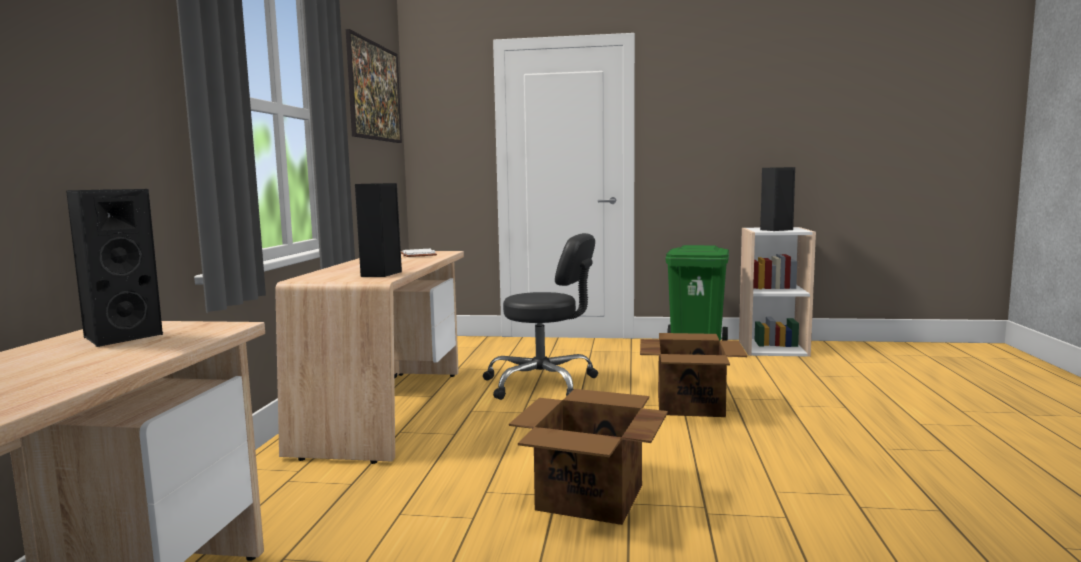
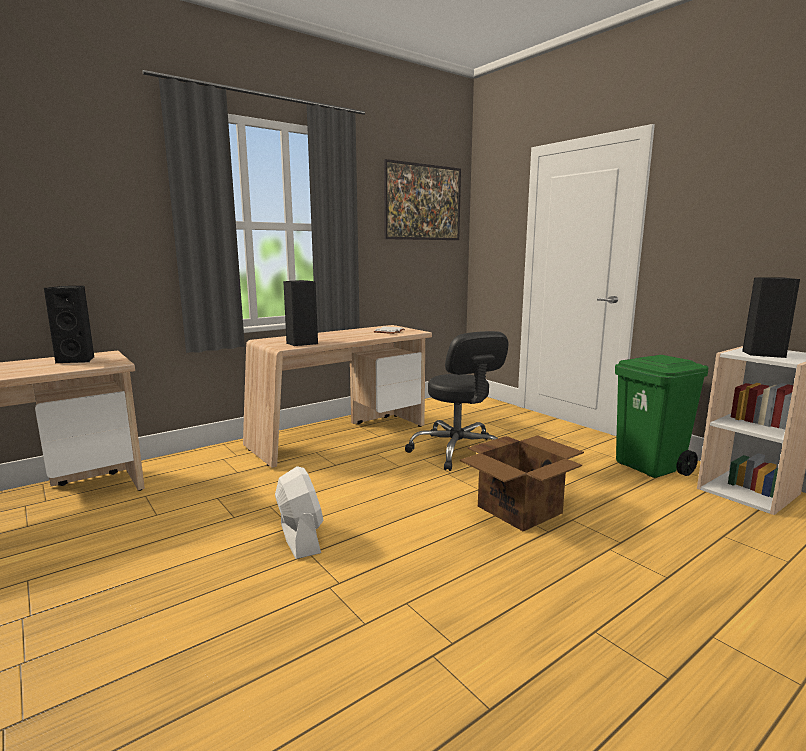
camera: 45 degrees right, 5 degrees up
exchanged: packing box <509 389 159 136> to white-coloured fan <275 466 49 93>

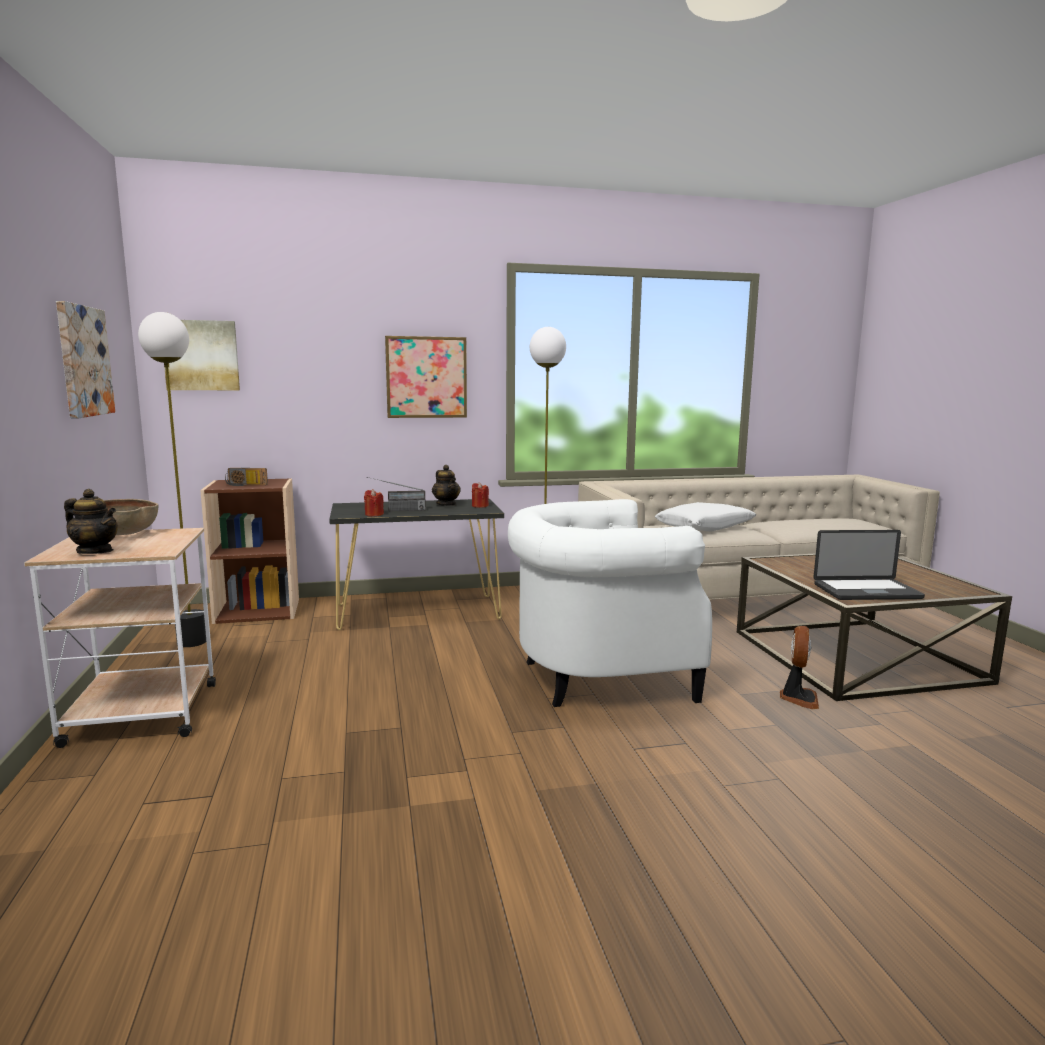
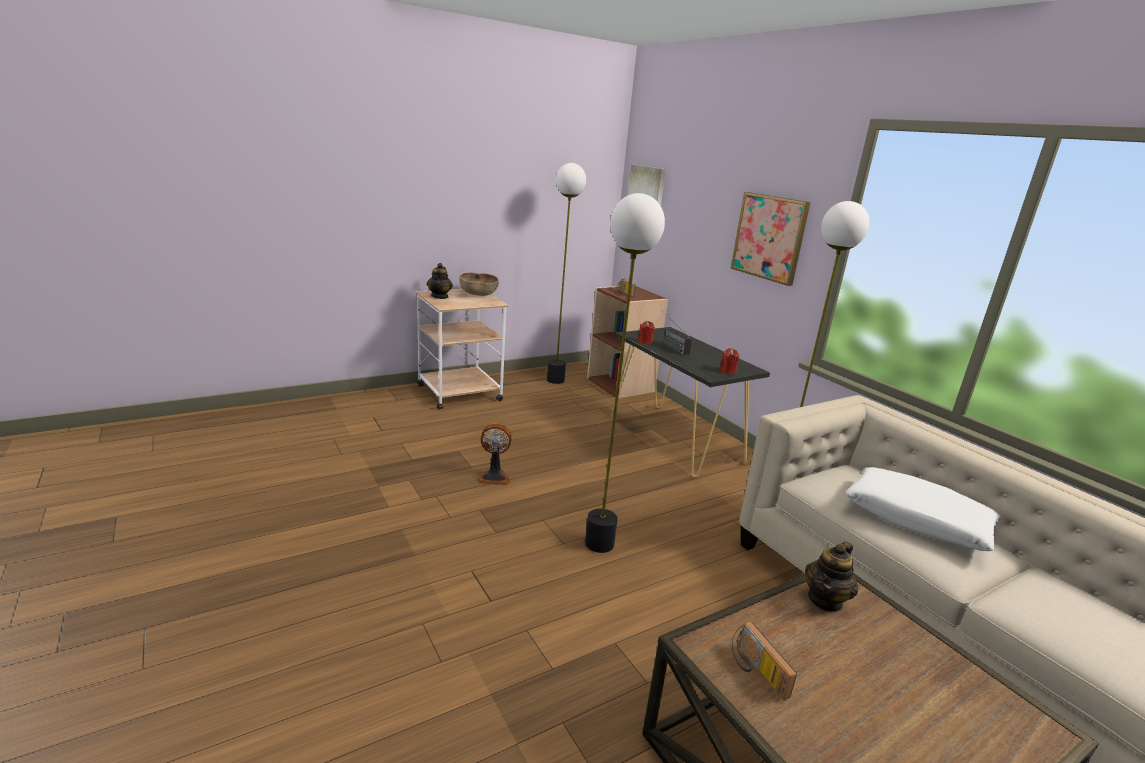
camera: 70 degrees right, 10 degrees up
missing: wall picture <56 301 59 117>
relocated: fan <780 626 39 83> to <477 424 35 61>; pot for tea <432 465 29 41> to <805 542 53 71>
exchanged: white-coloured easy chair <508 499 204 208> to floor lamp <585 193 80 360>; portable computer <813 530 112 70> to radio <732 621 65 79>

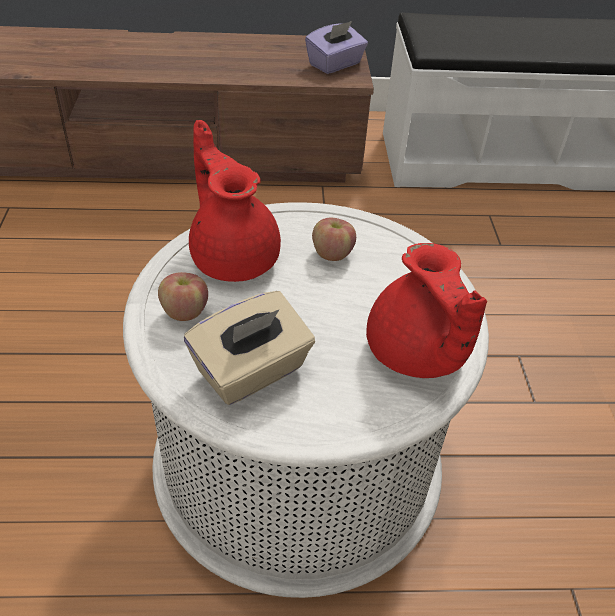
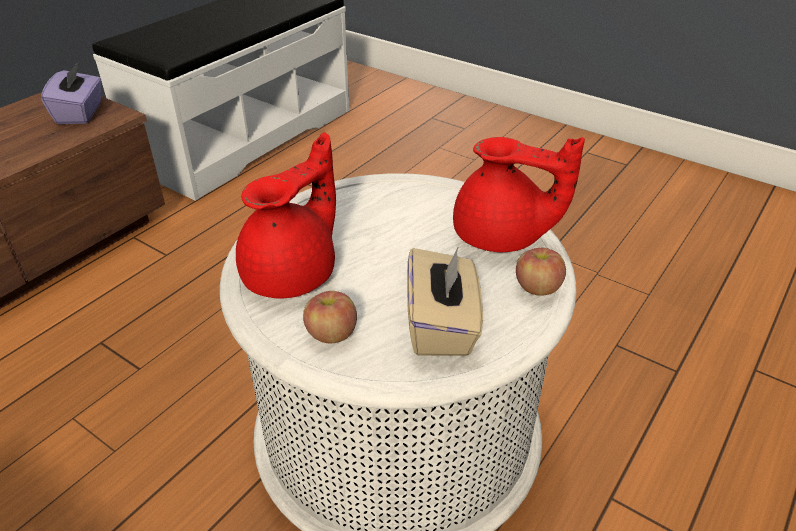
camera: 50 degrees left, 5 degrees down
relocated: whole apple <312 217 44 44> to <516 248 50 48>
spun: red-coloured pot for tea <189 120 92 162> = <236 132 100 166> 120 degrees clockwise

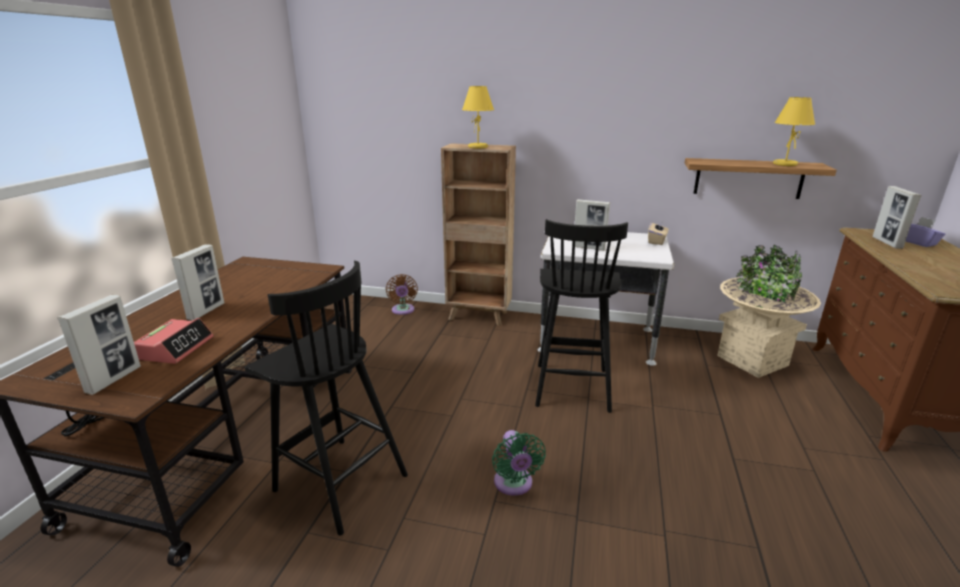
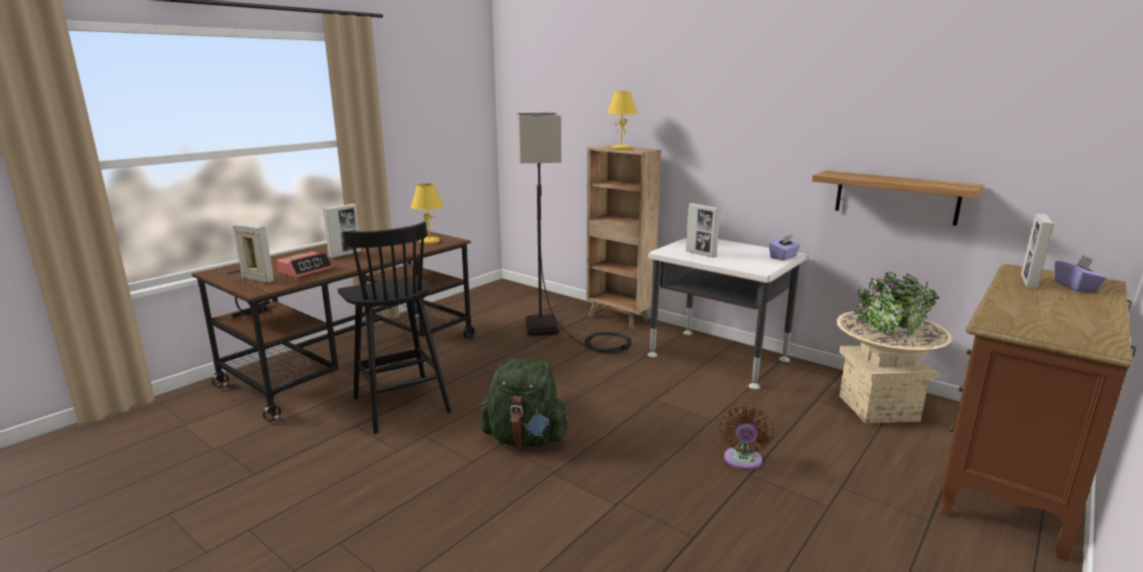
camera: 25 degrees right, 5 degrees down
missing: black sitting stool <535 219 93 194>
appeared: floor lamp <517 113 115 241>
relocated: yellow tabletop lamp <773 97 42 69> to <411 183 32 61>; brown fan <386 274 32 41> to <720 405 54 65>
exchanged: greenish fan <492 430 54 66> to greenish knapsack <480 358 90 89>
colour: beige tissue holder <648 221 21 24> to purple tissue holder <769 235 31 26>
spun: picture frame <57 295 84 100> = <232 223 42 60> 105 degrees counterclockwise

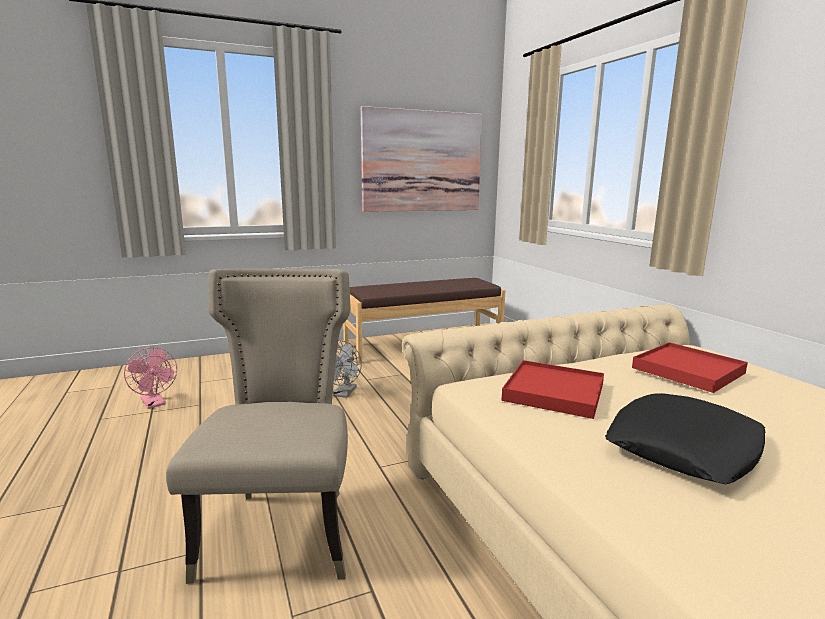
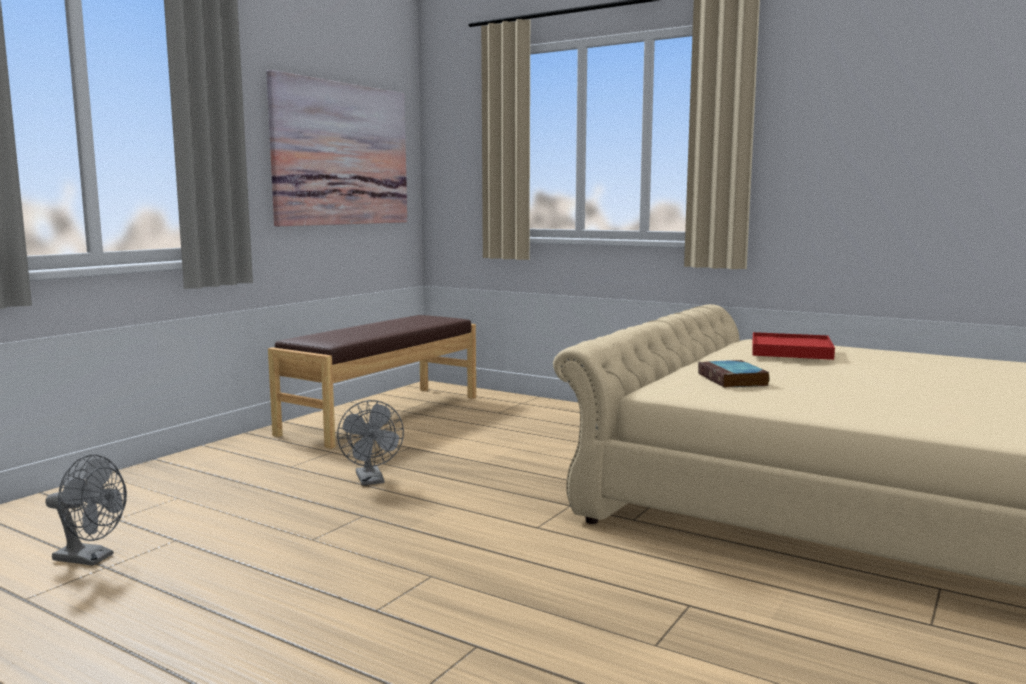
camera: 35 degrees left, 5 degrees down
missing: beige plain chair <166 269 185 315>; black cushion <605 393 160 91>
exchanged: red-coloured serving tray <501 360 103 59> to book <698 360 72 28>
colour: pink fan <124 347 53 62> to gray fan <45 455 82 111>

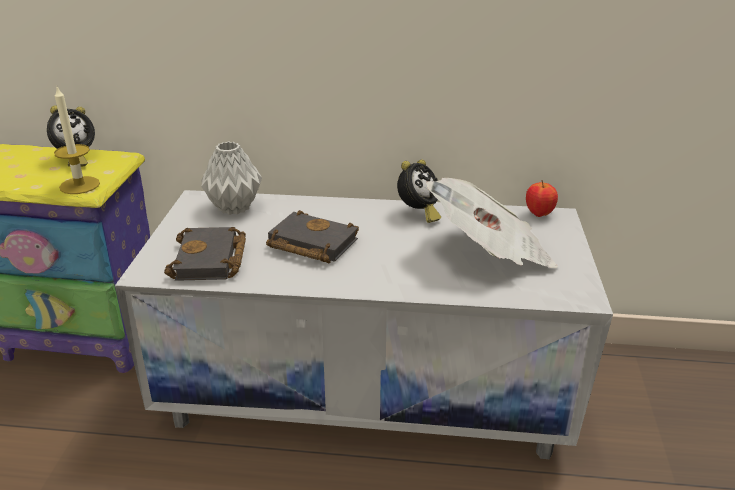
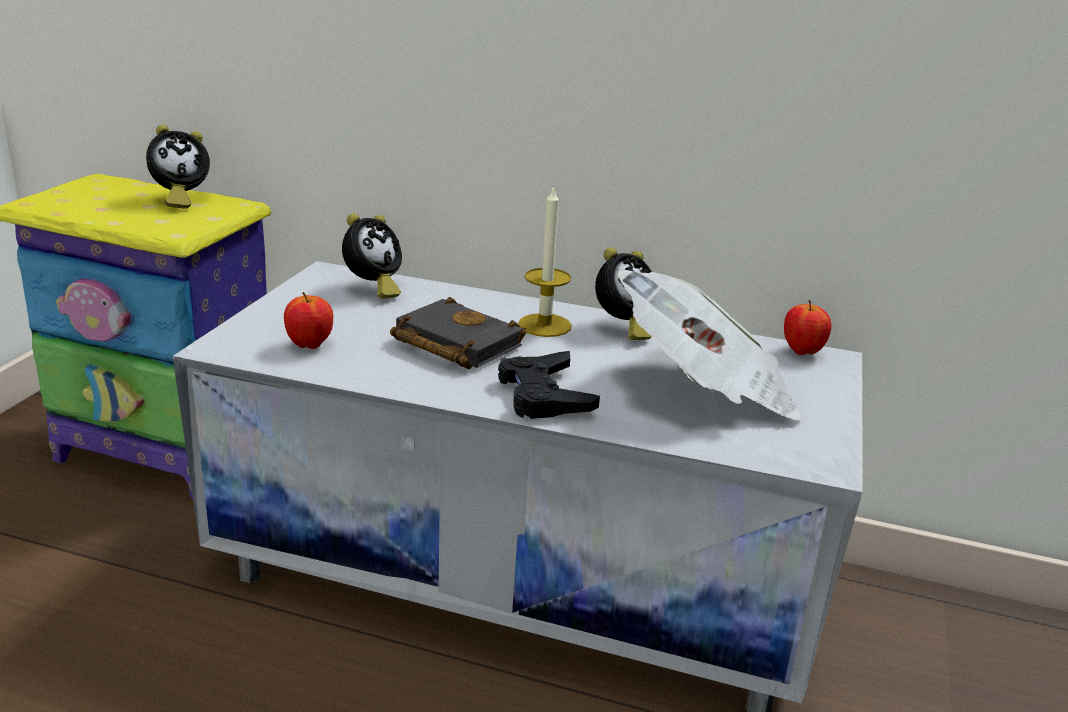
camera: 10 degrees right, 5 degrees down
appeared: black game controller <498 351 102 68>
relocated: wax light <54 87 46 107> to <518 185 54 152>
exchanged: black book <164 227 82 54> to whole apple <284 292 49 57>; gray vase <201 141 61 74> to alarm clock <342 213 60 85>

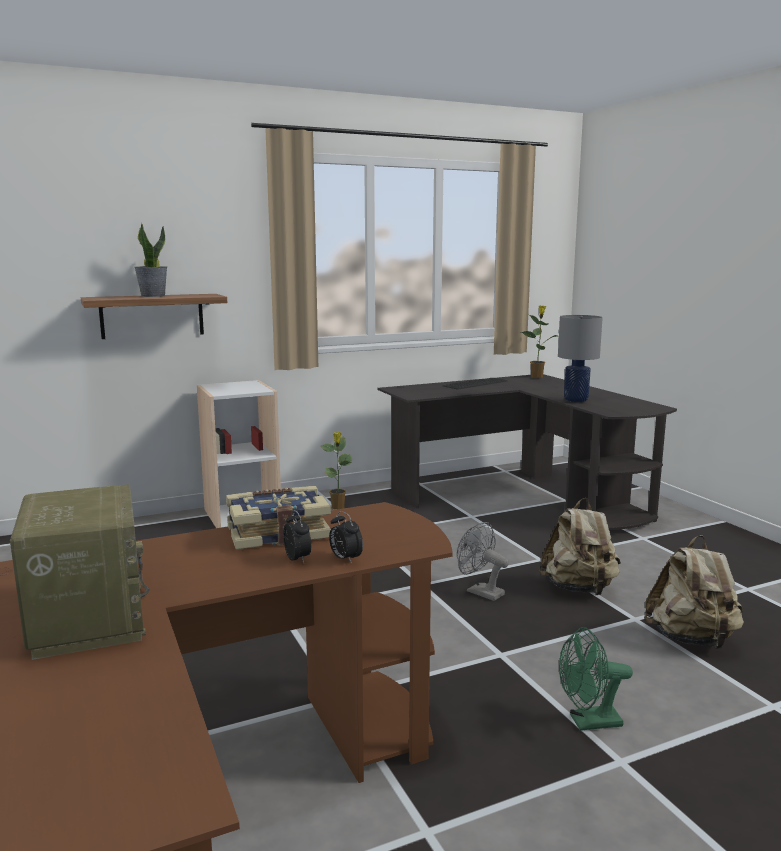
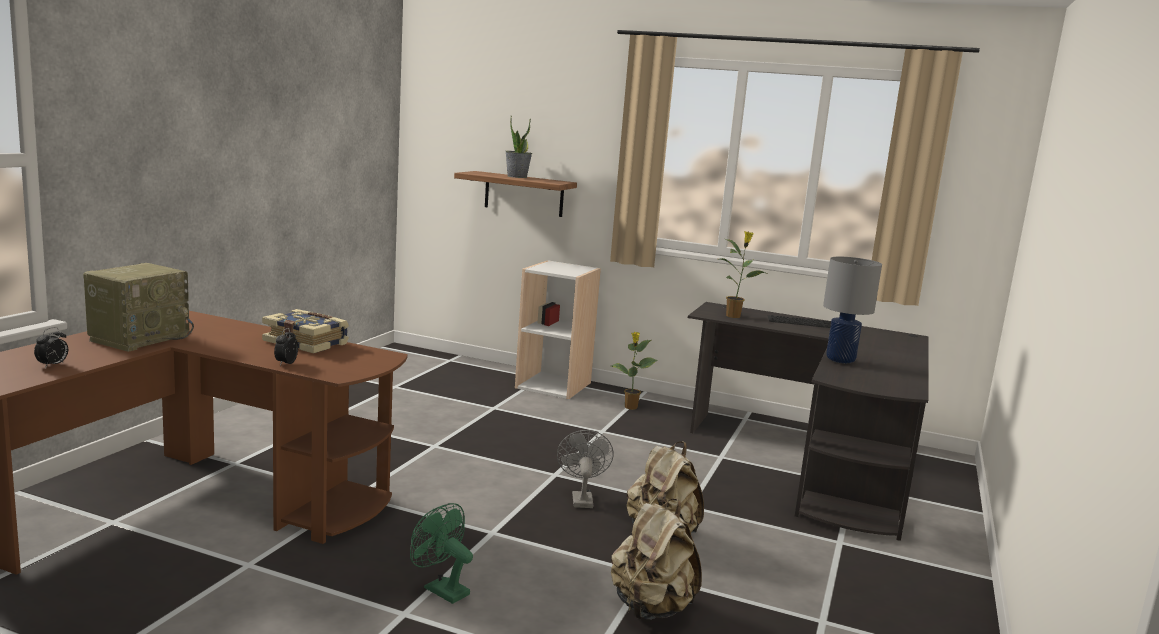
camera: 45 degrees right, 0 degrees up
relocated: alarm clock <283 510 28 53> to <34 327 34 41>; potted plant <520 305 38 73> to <719 231 46 87>

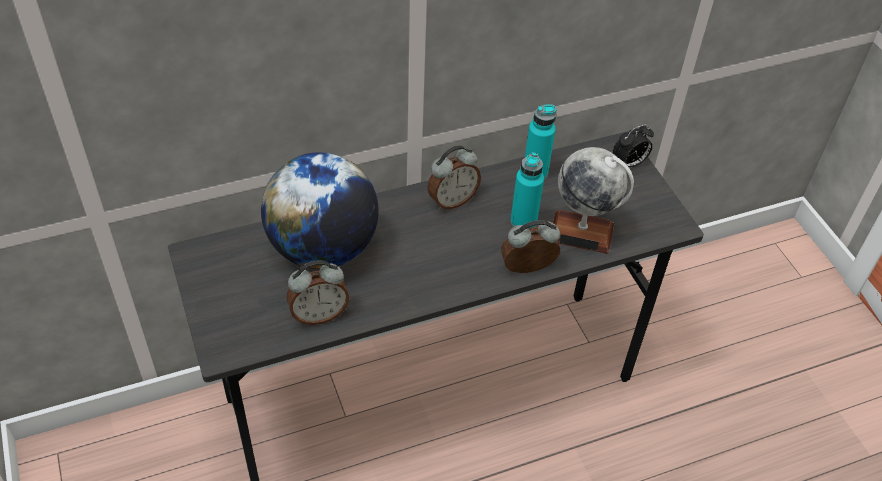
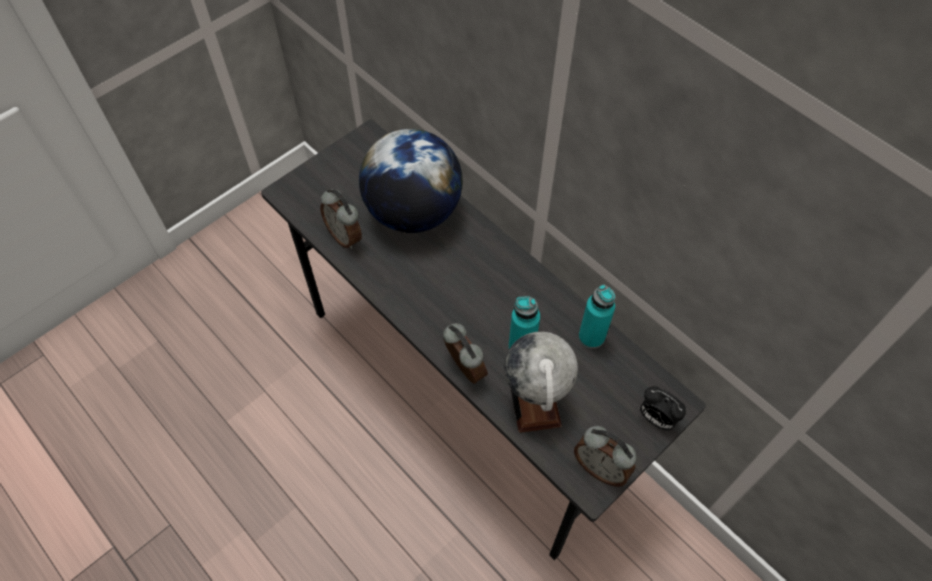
camera: 70 degrees right, 10 degrees up
relocated: alarm clock <427 145 54 65> to <574 426 63 61>

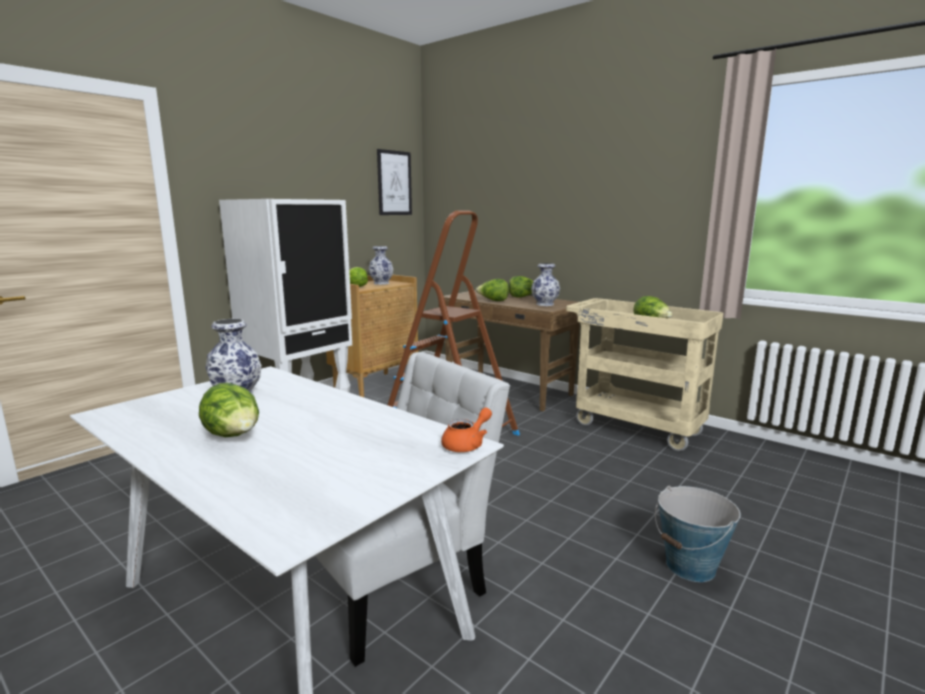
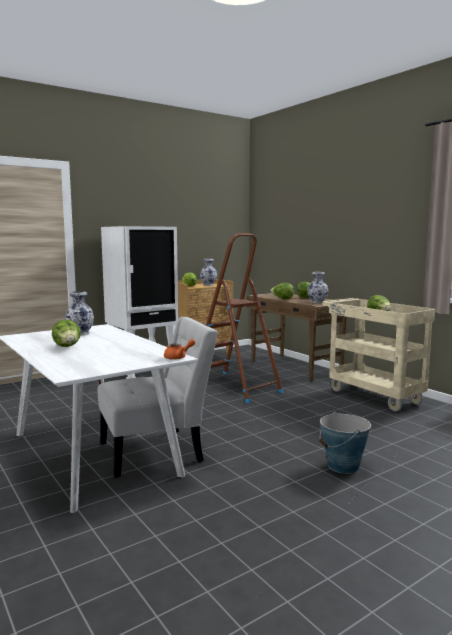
camera: 15 degrees right, 5 degrees down
missing: wall picture <377 149 35 66>

